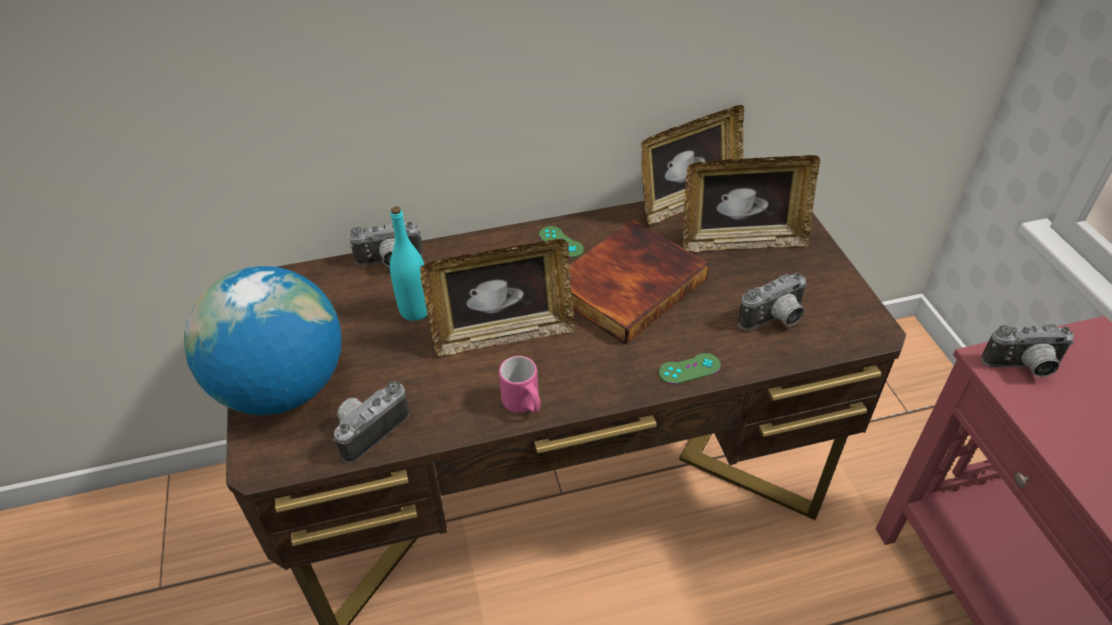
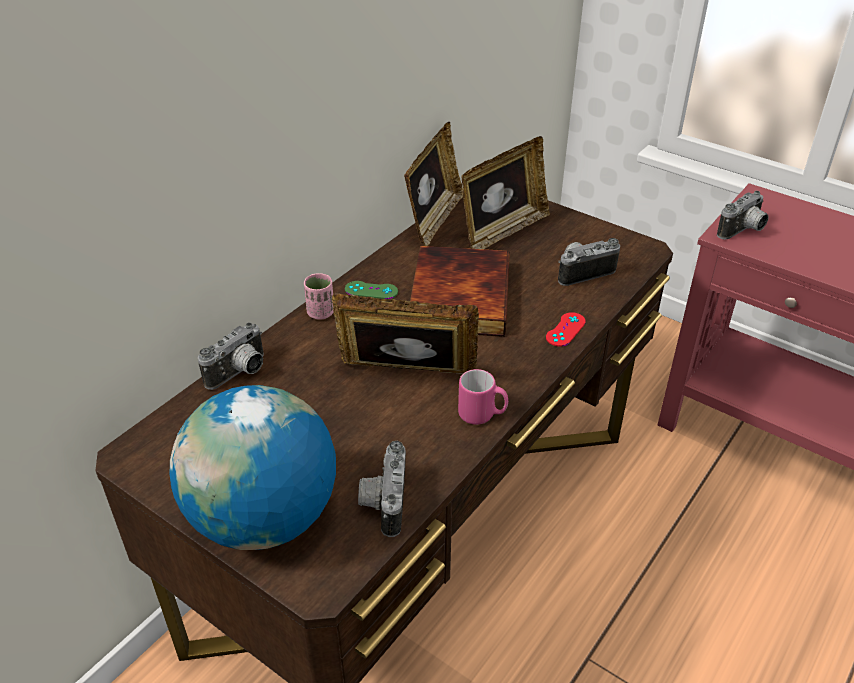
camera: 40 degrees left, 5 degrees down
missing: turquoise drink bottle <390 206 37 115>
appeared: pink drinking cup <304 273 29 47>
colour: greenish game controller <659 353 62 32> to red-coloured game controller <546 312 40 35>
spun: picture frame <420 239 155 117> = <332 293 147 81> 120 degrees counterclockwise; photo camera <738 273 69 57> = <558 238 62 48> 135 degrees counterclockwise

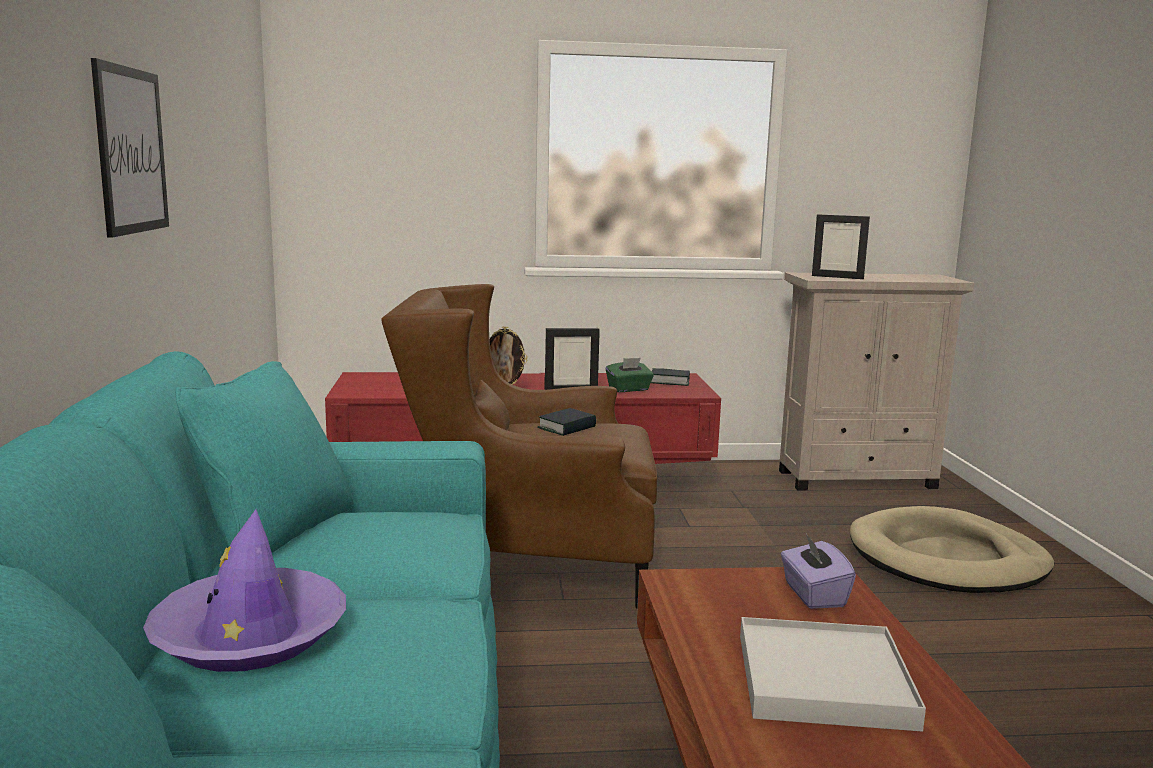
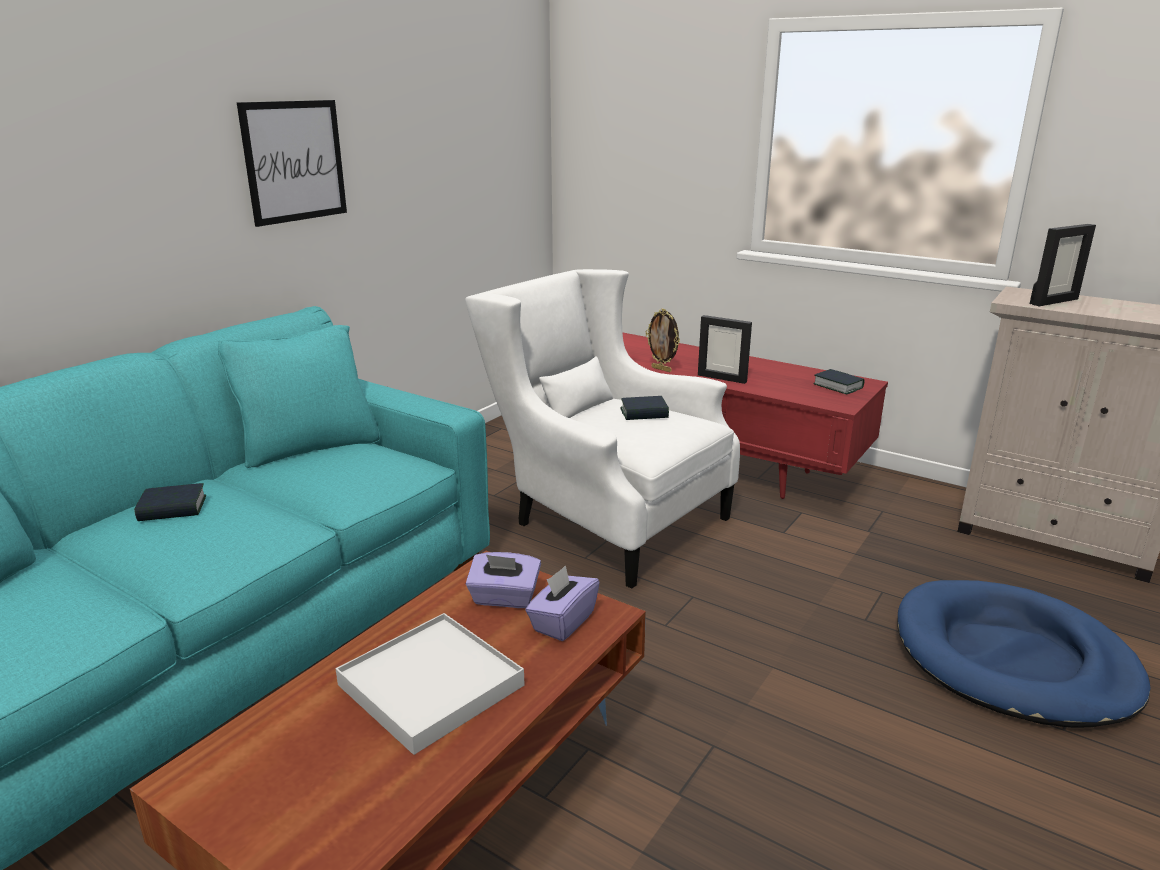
camera: 40 degrees right, 10 degrees up
missing: greenish tissue holder <606 358 48 34>
appeared: purple tissue holder <466 552 75 56>
exchanged: purple hat <143 509 203 163> to book <134 483 72 38>
colour: brown easy chair <381 284 276 324> to white-coloured easy chair <465 269 275 320>; beige dog cushion <850 506 204 87> to bluish dog cushion <897 580 253 148>
spun: picture frame <812 214 58 65> = <1030 224 66 82> 90 degrees counterclockwise

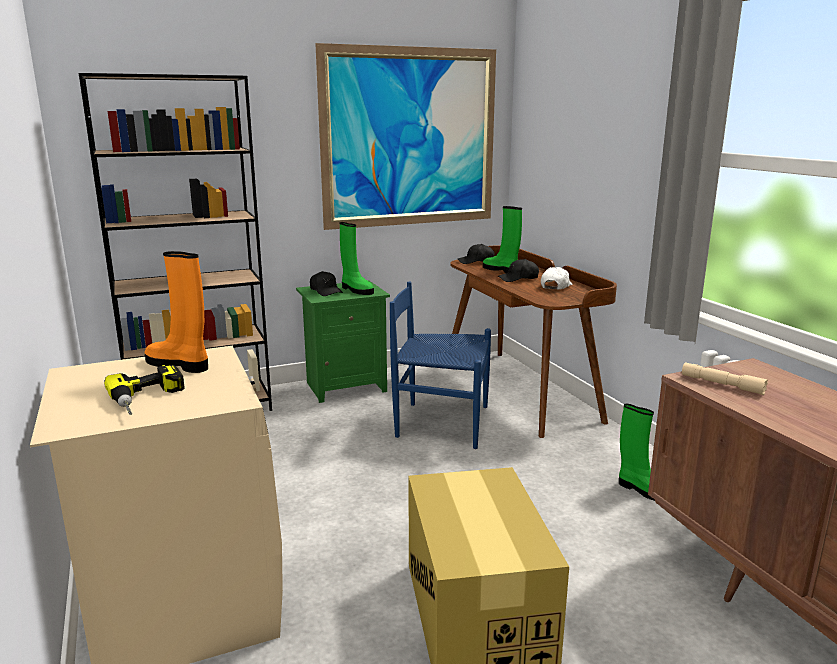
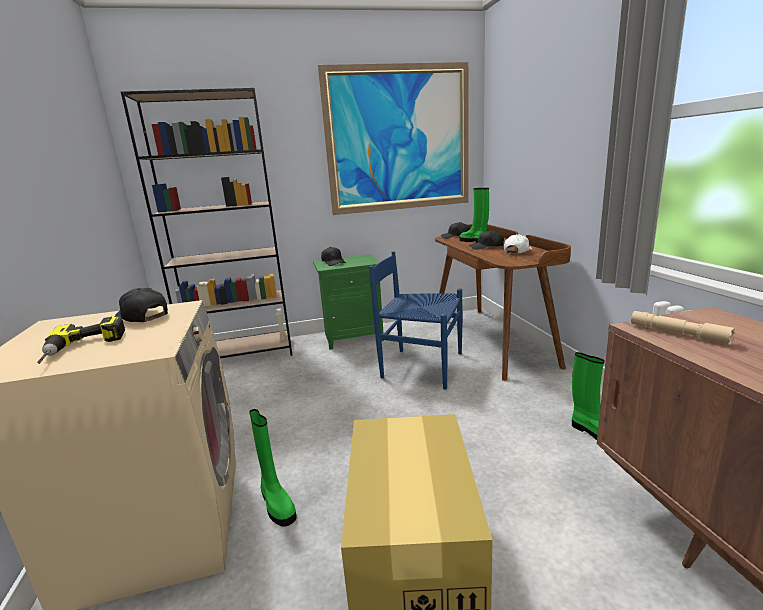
camera: 10 degrees right, 0 degrees up
relocated: greenish tall boot <340 222 34 73> to <249 409 47 117>
exchanged: orangey tall boot <144 251 64 122> to black baseball cap <115 288 53 34>

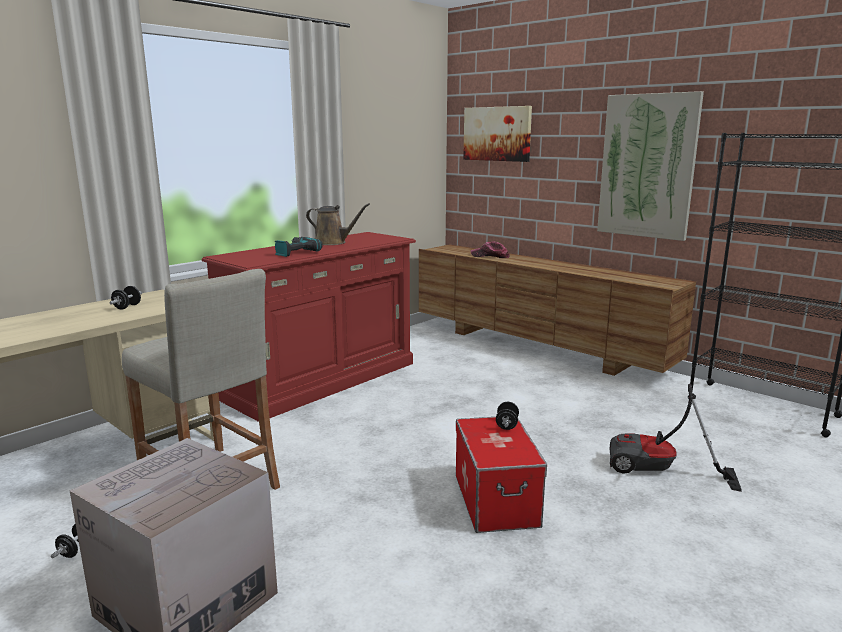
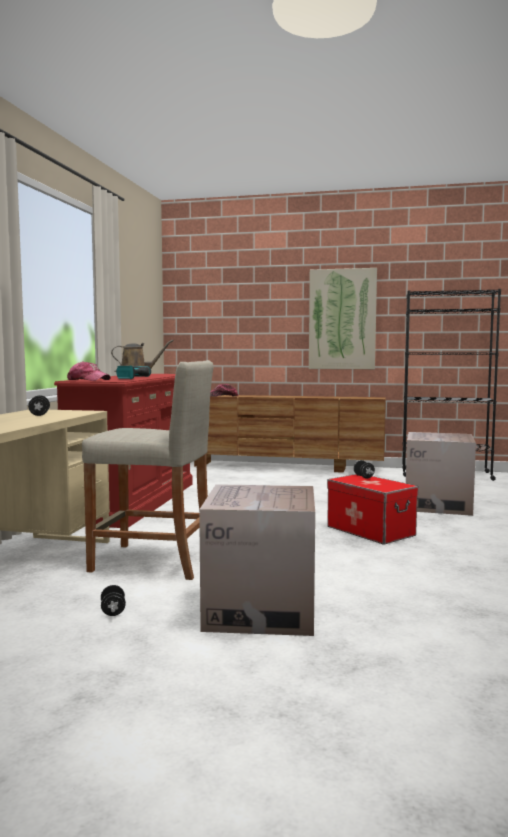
camera: 30 degrees left, 10 degrees down
missing: wall picture <463 106 69 56>
appeared: baseball cap <67 361 43 20>
exchanged: vacuum <610 383 132 109> to packing box <406 432 70 84>

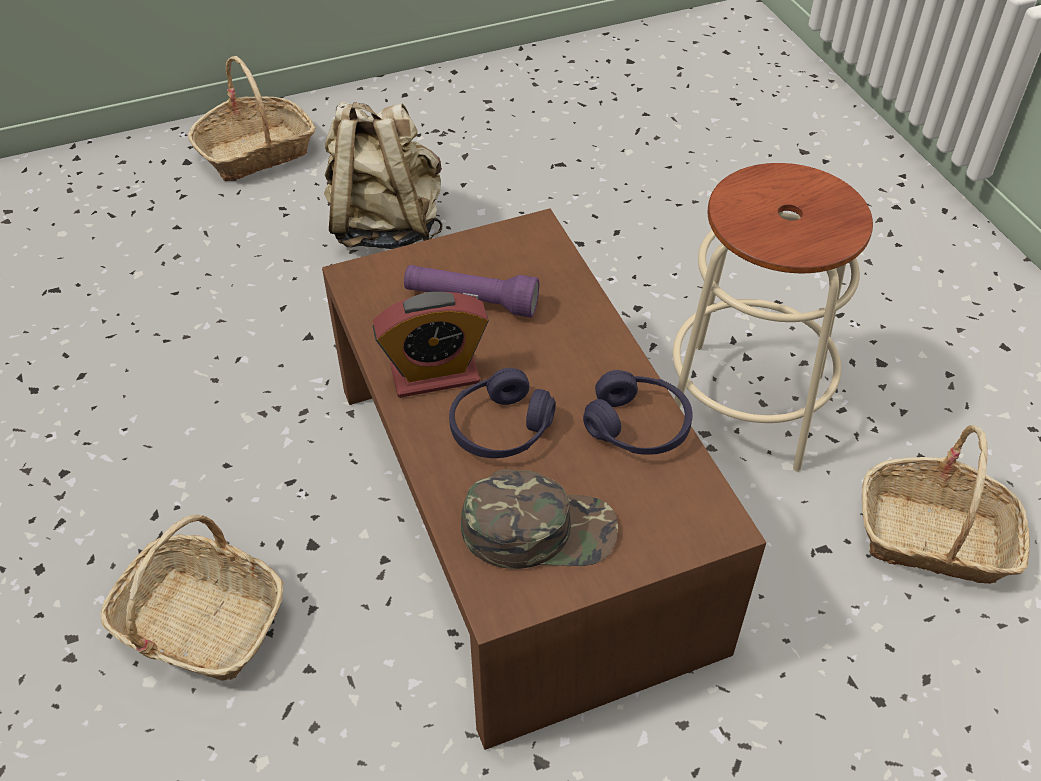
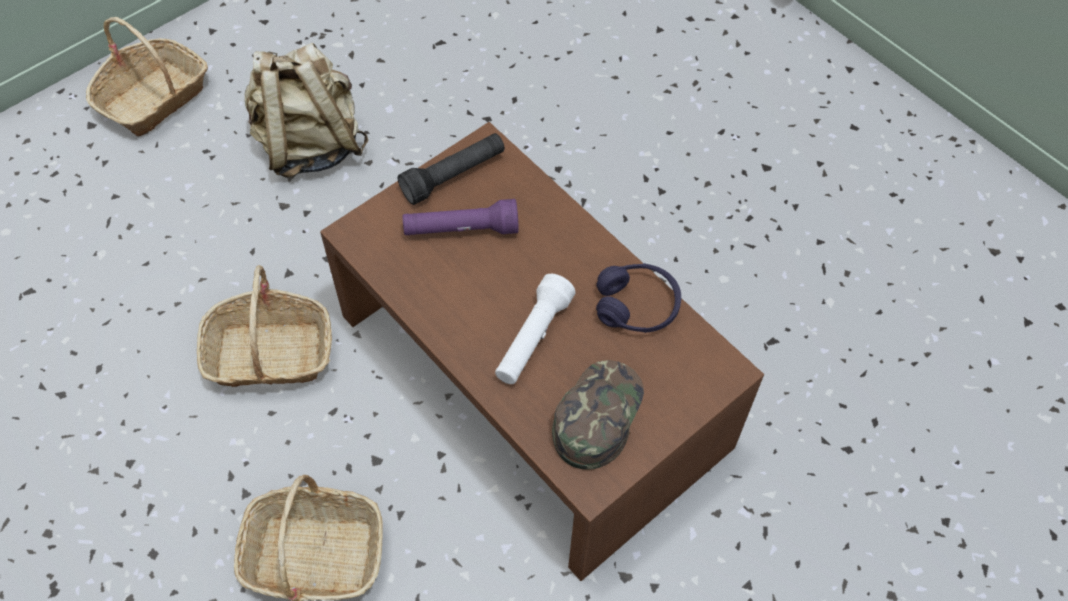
camera: 20 degrees left, 10 degrees up
missing: alarm clock <373 292 116 106>; beige sitting stool <673 163 200 309>
appeared: black torch <398 133 107 72>
relocated: storage basket <862 425 168 159> to <197 265 135 122>
exchanged: purple pair of headphones <449 368 107 90> to white-coloured torch <495 274 81 110>
spun: greenish baseball cap <461 469 157 100> = <552 360 92 110> 45 degrees counterclockwise

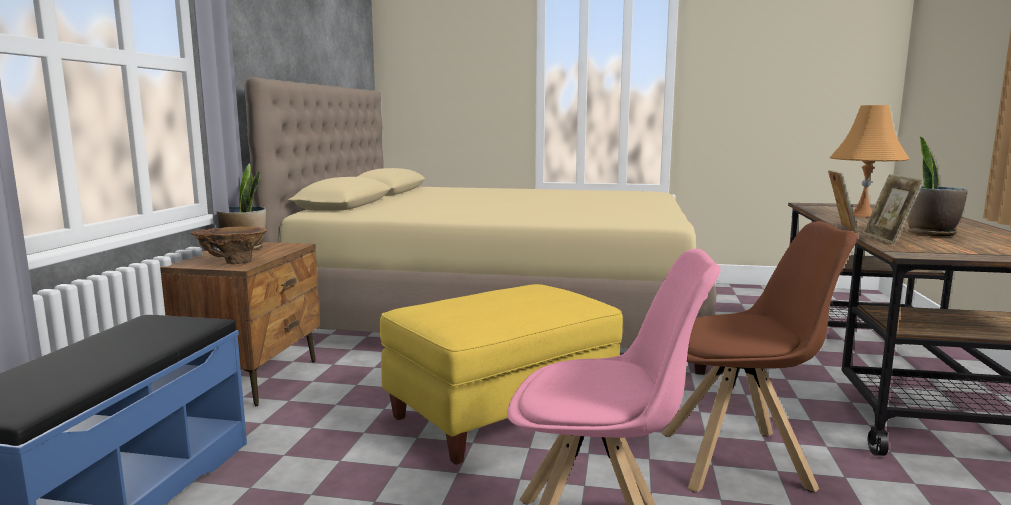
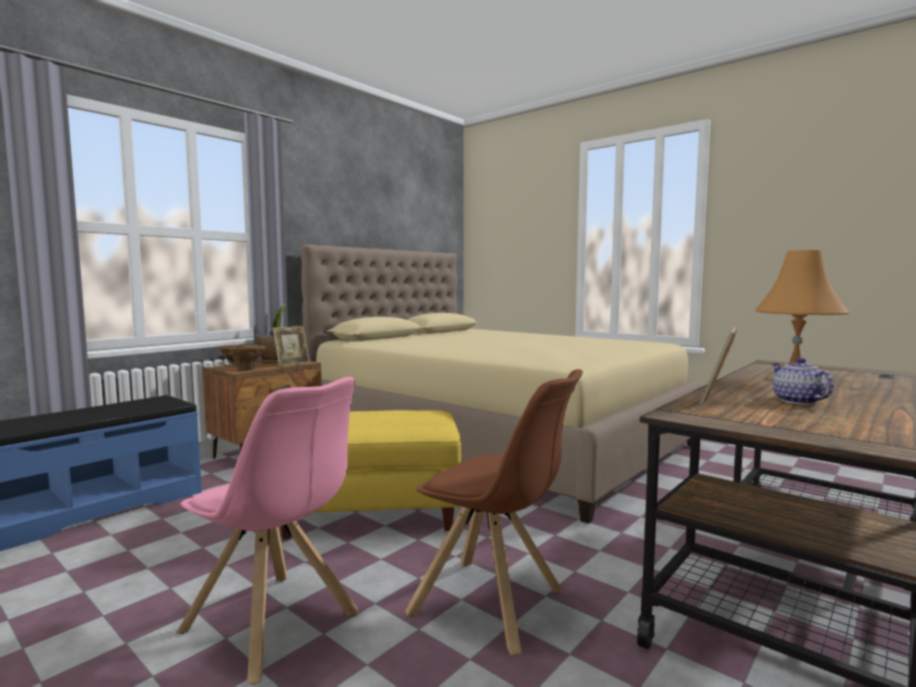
camera: 30 degrees right, 5 degrees down
relocated: picture frame <828 170 29 63> to <272 326 38 41>
exchanged: potted plant <906 137 62 100> to pot for tea <771 358 63 47>

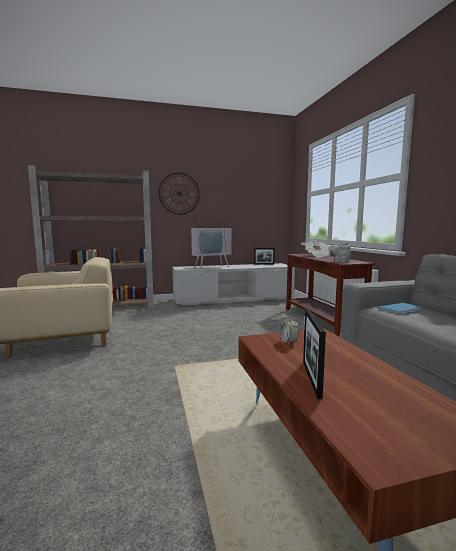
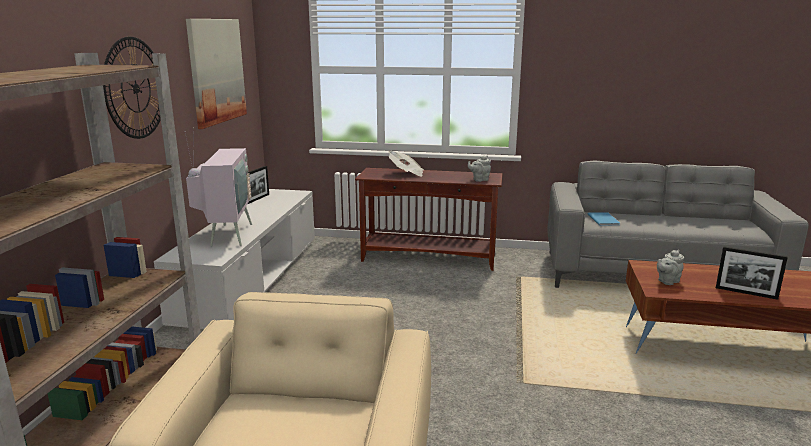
camera: 65 degrees left, 10 degrees up
appeared: wall picture <186 19 61 110>
exchanged: alarm clock <279 316 20 29> to gray pot for tea <657 250 27 35>

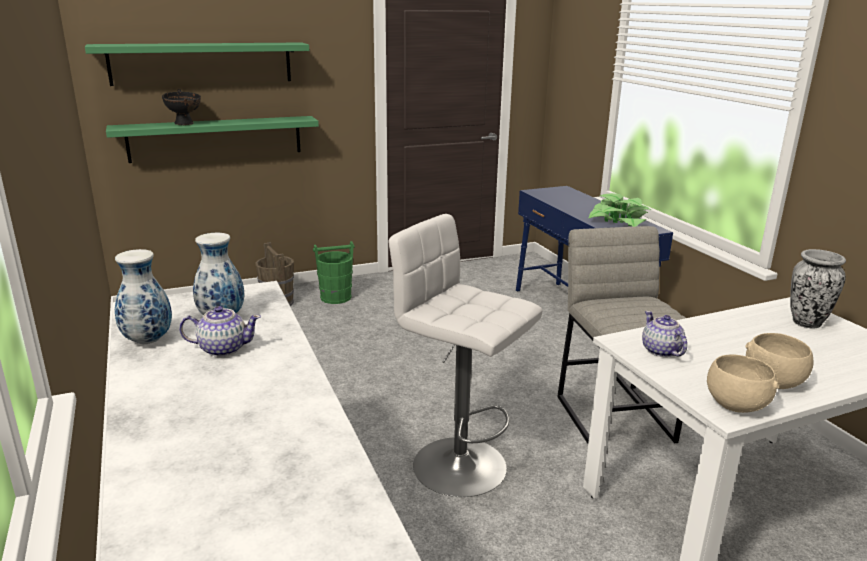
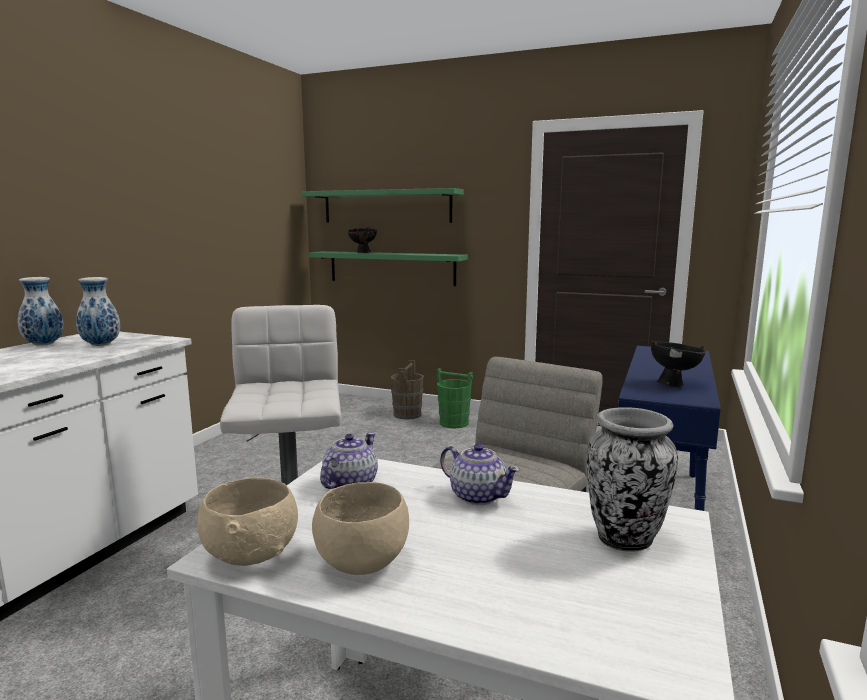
camera: 45 degrees right, 10 degrees down
relocated: pot for tea <179 306 82 51> to <440 444 80 61>
exchanged: potted plant <588 193 63 34> to black deep dish <651 341 55 46>

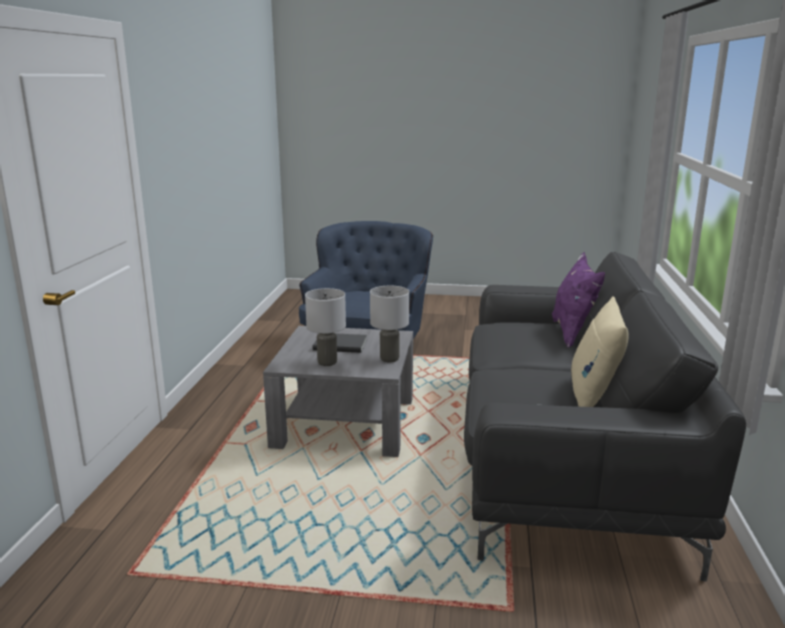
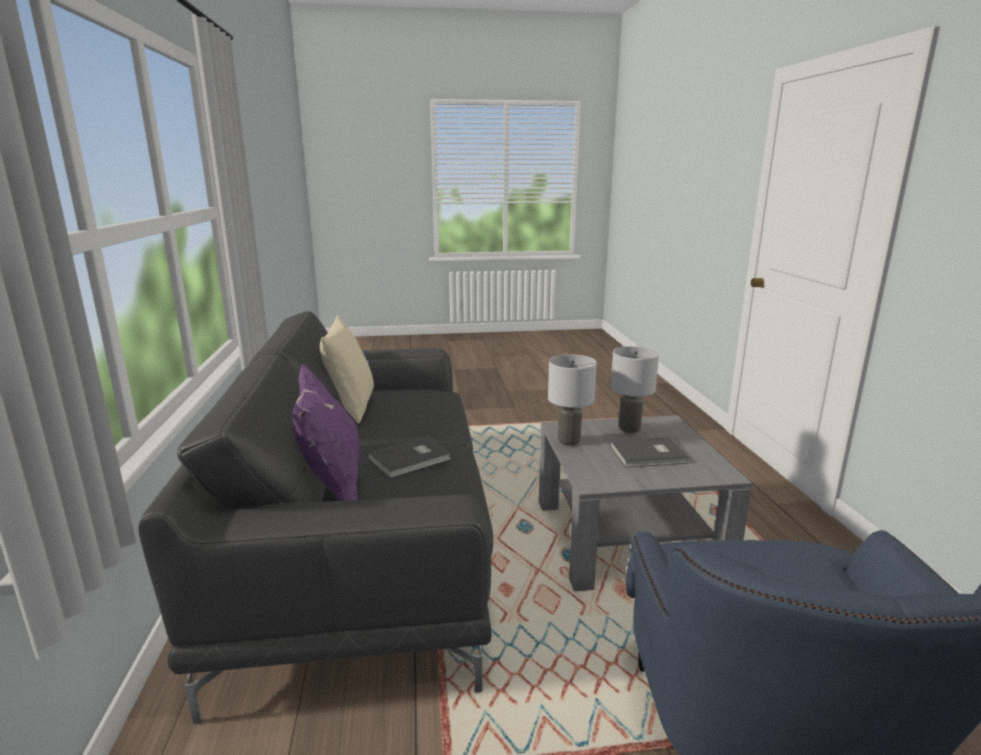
camera: 165 degrees right, 0 degrees up
appeared: gray book <368 436 84 42>

